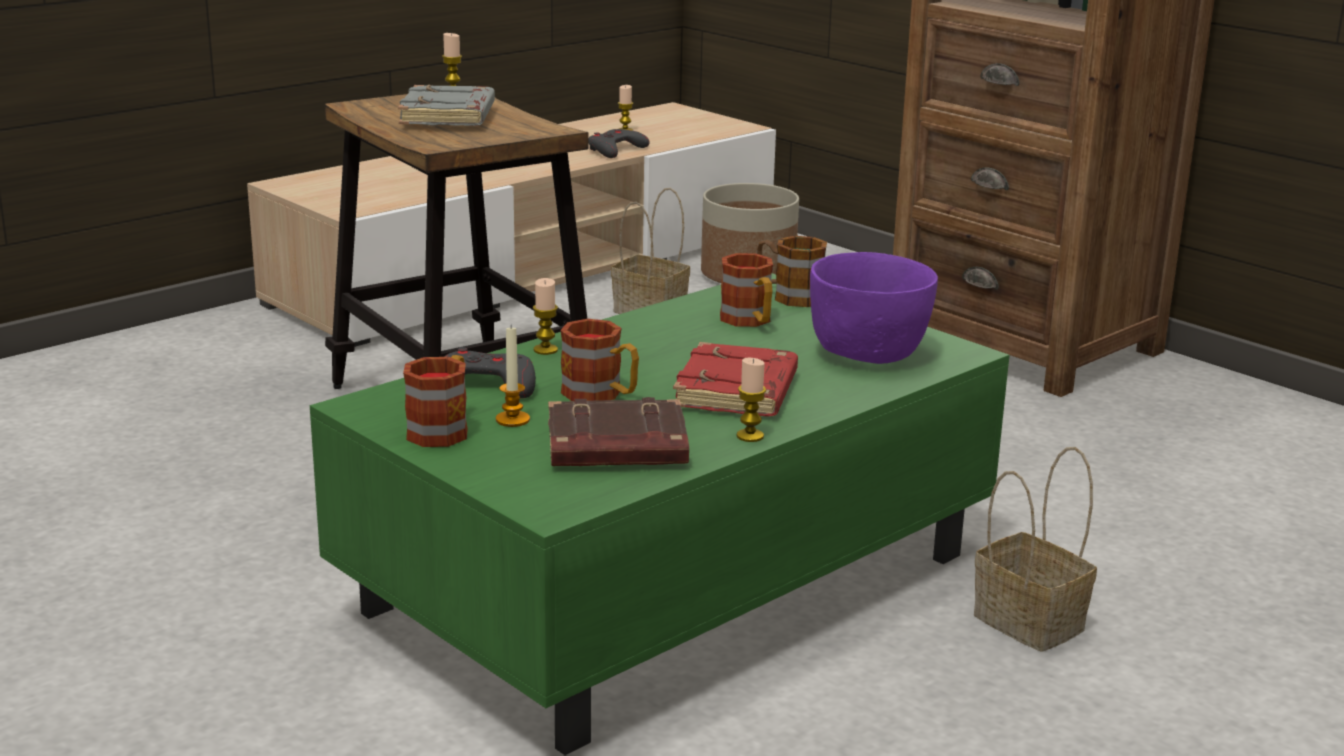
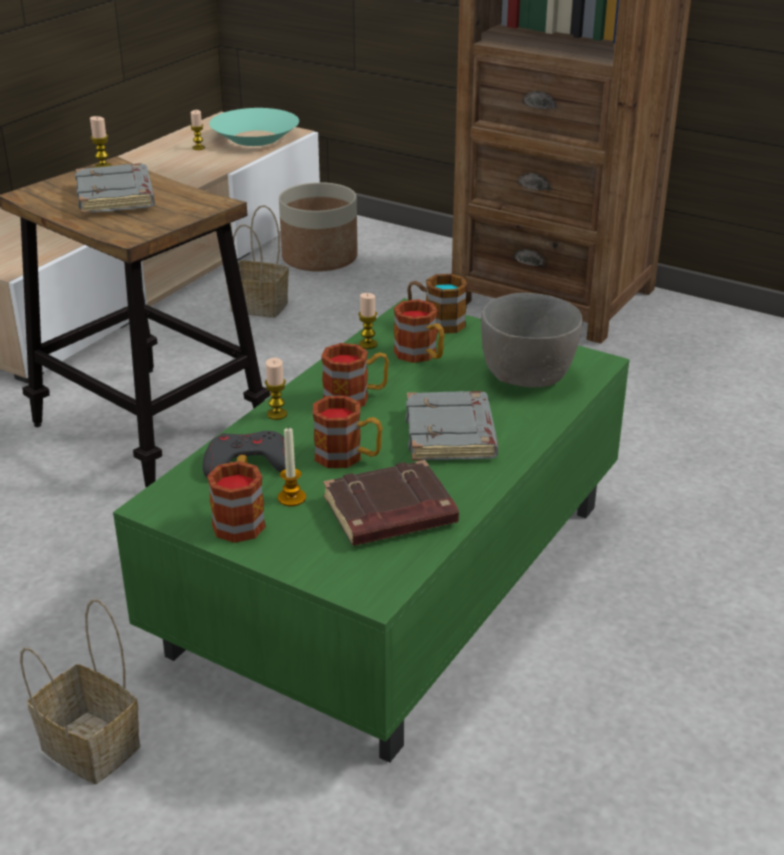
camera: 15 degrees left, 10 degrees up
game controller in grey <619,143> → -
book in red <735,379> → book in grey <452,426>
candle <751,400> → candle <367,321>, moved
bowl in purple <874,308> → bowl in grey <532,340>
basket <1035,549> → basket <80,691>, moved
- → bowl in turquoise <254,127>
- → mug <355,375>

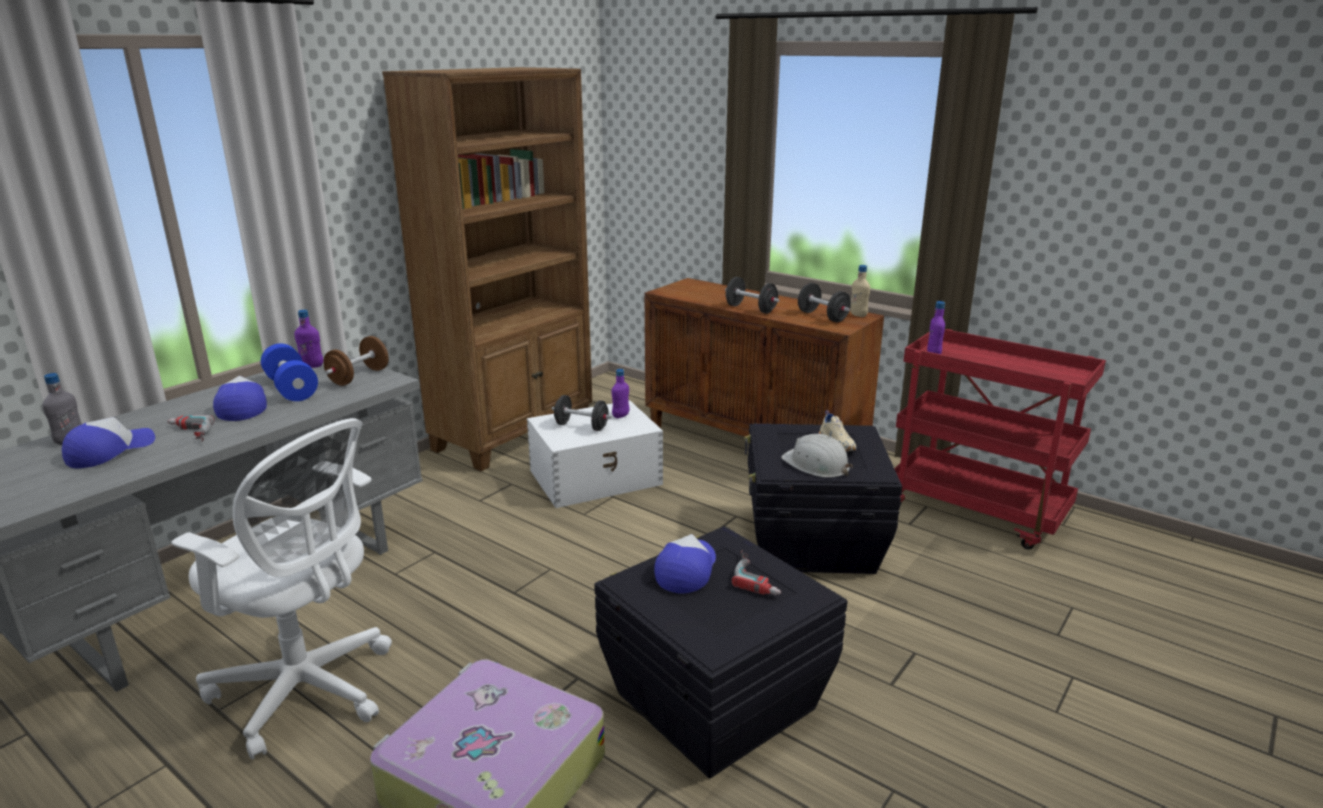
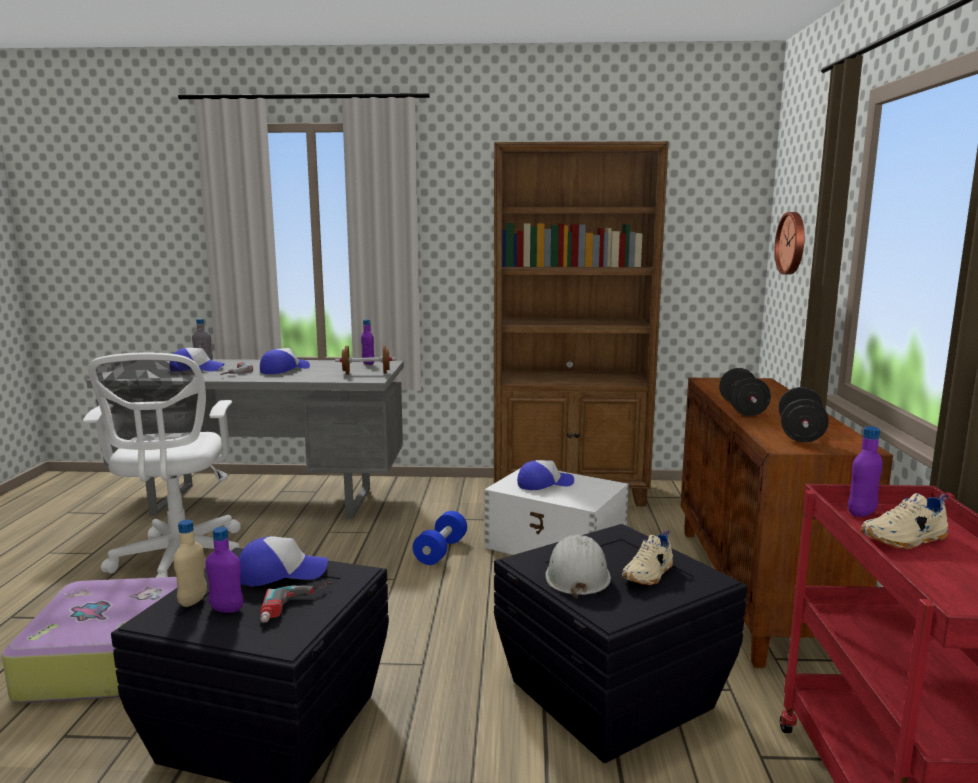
camera: 55 degrees right, 10 degrees down
dumbbell in blue <289,372> → dumbbell in blue <440,538>, moved
dumbbell in black <582,413> → cap <545,475>
bottle in purple <621,393> → bottle in purple <224,570>, moved
bottle in beige <860,291> → bottle in beige <190,563>, moved
- → wall clock <790,243>
- → shoe in beige <904,521>

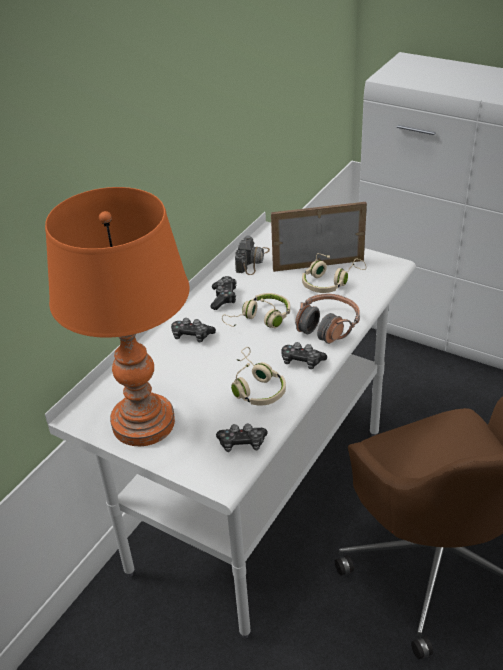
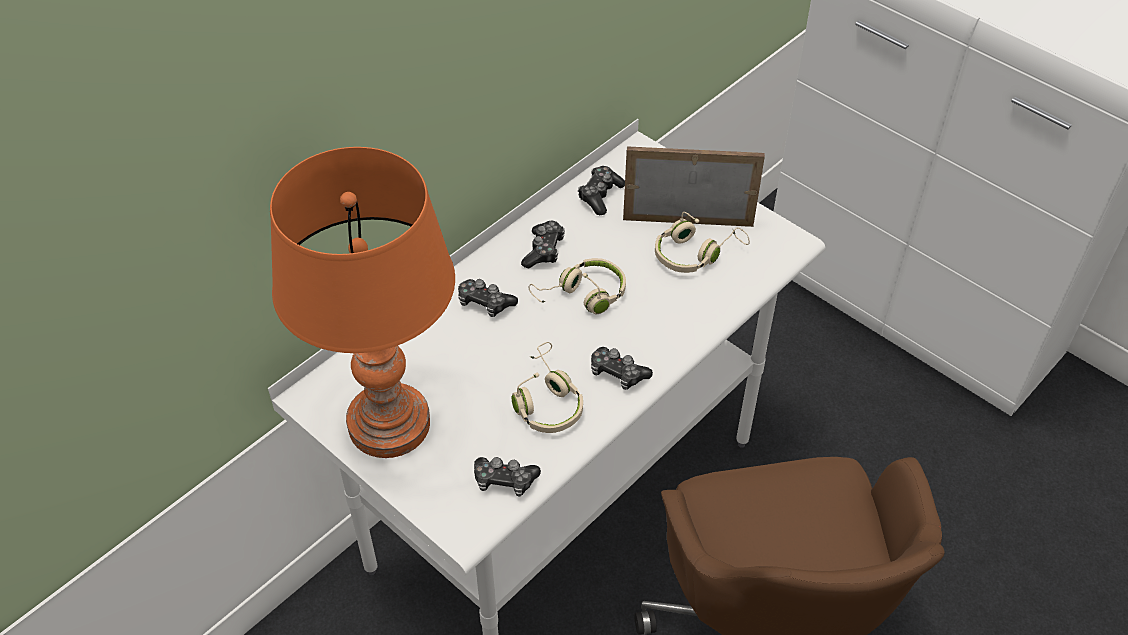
camera: 10 degrees right, 10 degrees up
photo camera <252,255> → game controller <601,190>
headphones <327,319> → -

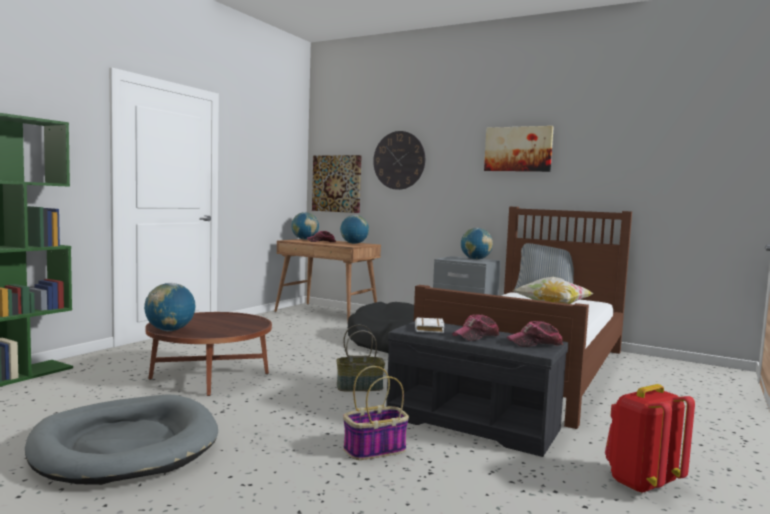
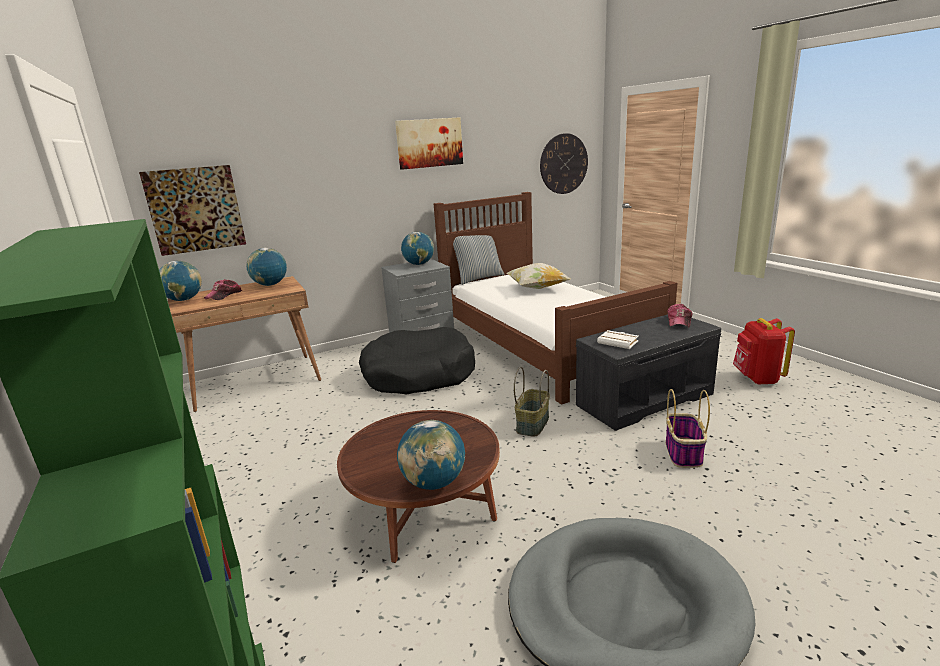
camera: 55 degrees left, 15 degrees up
wall clock <399,160> → wall clock <564,163>, moved
cap <475,327> → -

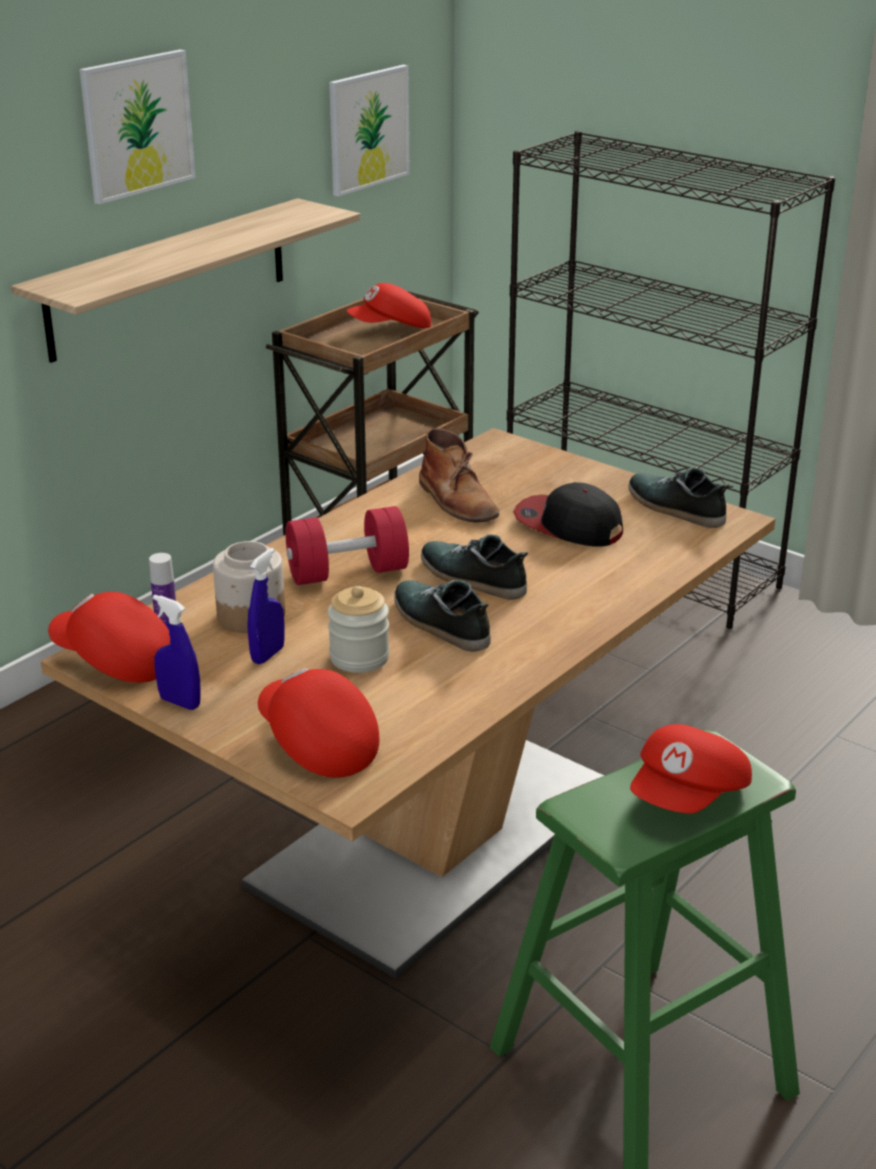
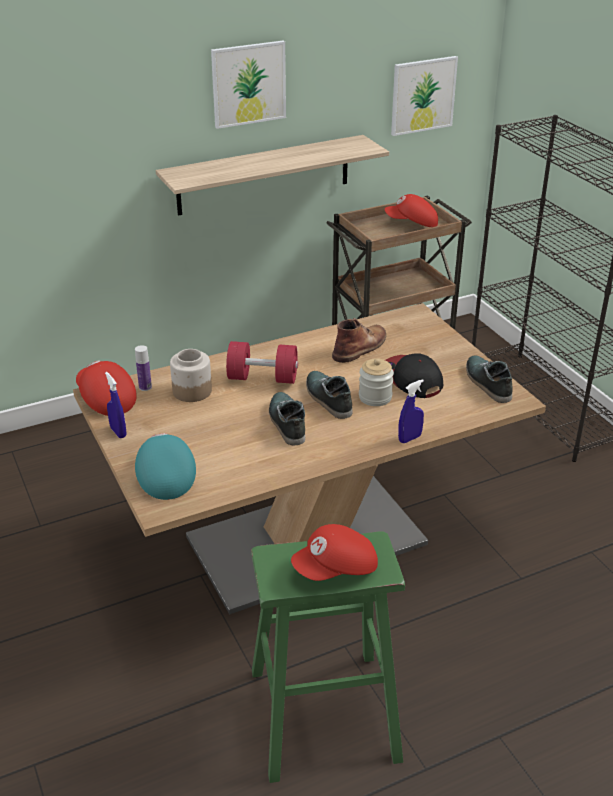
camera: 25 degrees right, 5 degrees up
spray bottle in blue <266,606> → spray bottle in blue <411,411>, moved
cap in red <318,723> → cap in turquoise <165,466>
jar <358,629> → jar <376,382>, moved
boot in brown <459,475> → boot in brown <359,340>, 135 degrees counterclockwise

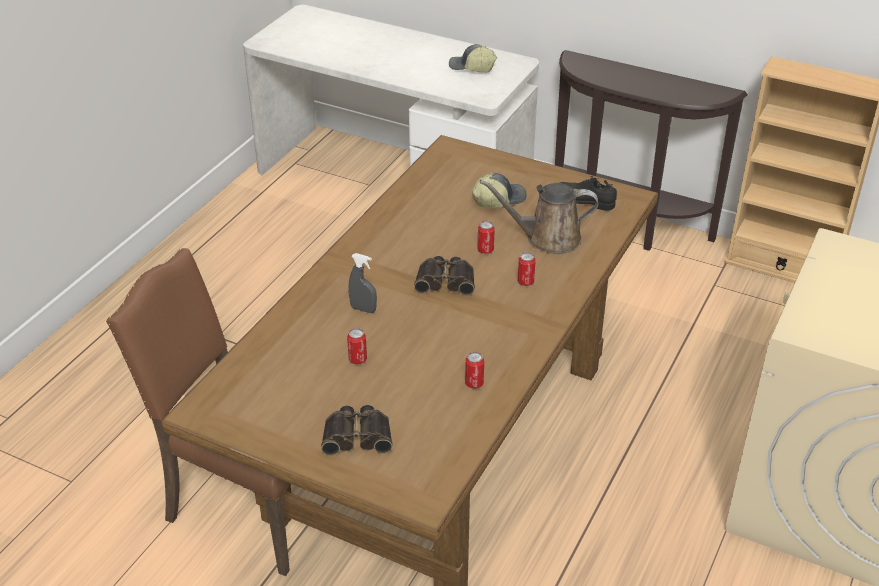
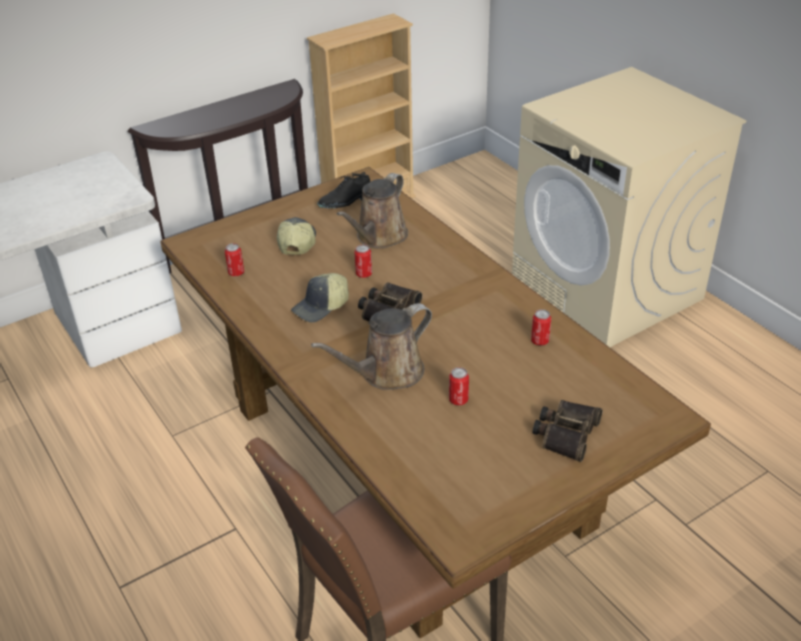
camera: 60 degrees left, 0 degrees up
spray bottle in grey <363,283> → watering can in brown <371,346>
cap <473,58> → cap <320,298>, moved
can <526,269> → can <234,259>, moved

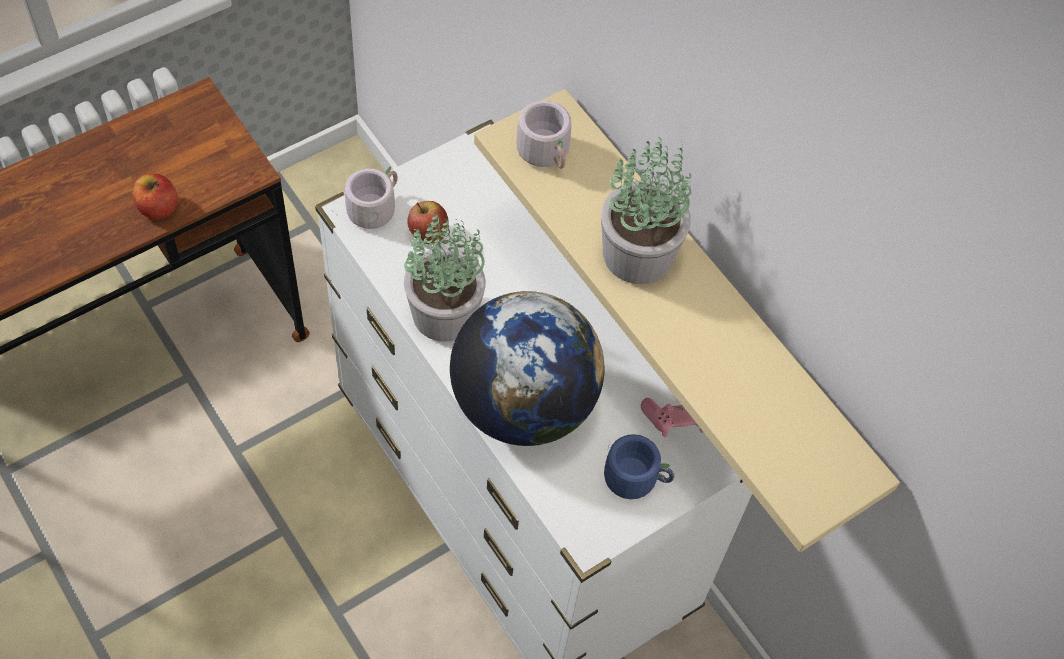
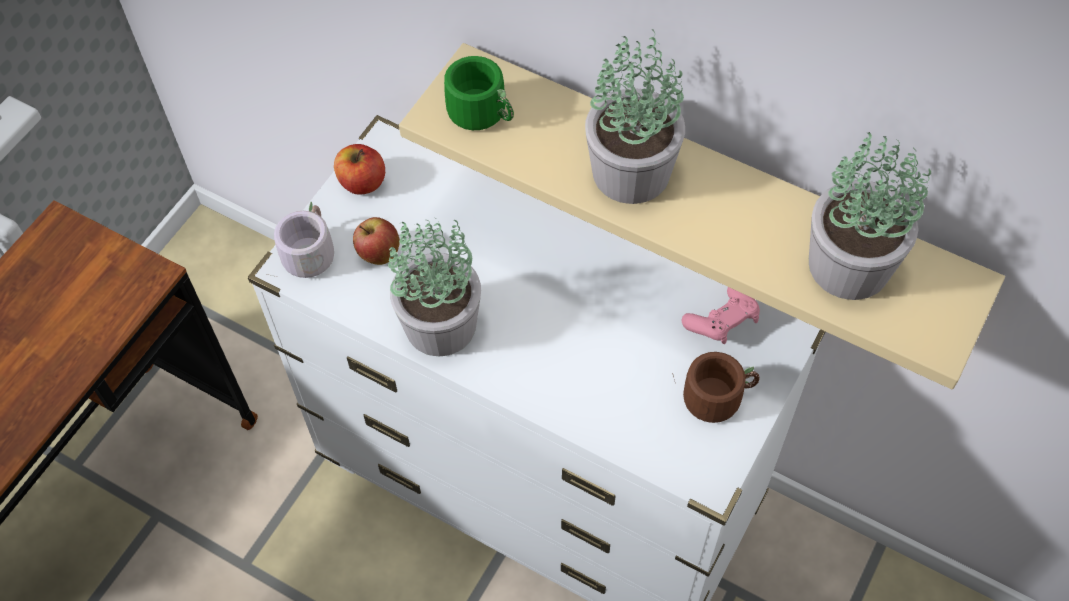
camera: 20 degrees left, 0 degrees up
apple <155,196> → apple <359,169>, moved
globe <527,368> → -
mug in grey <543,134> → mug in green <479,93>
mug in blue <639,466> → mug in brown <716,387>
- → potted plant <870,216>

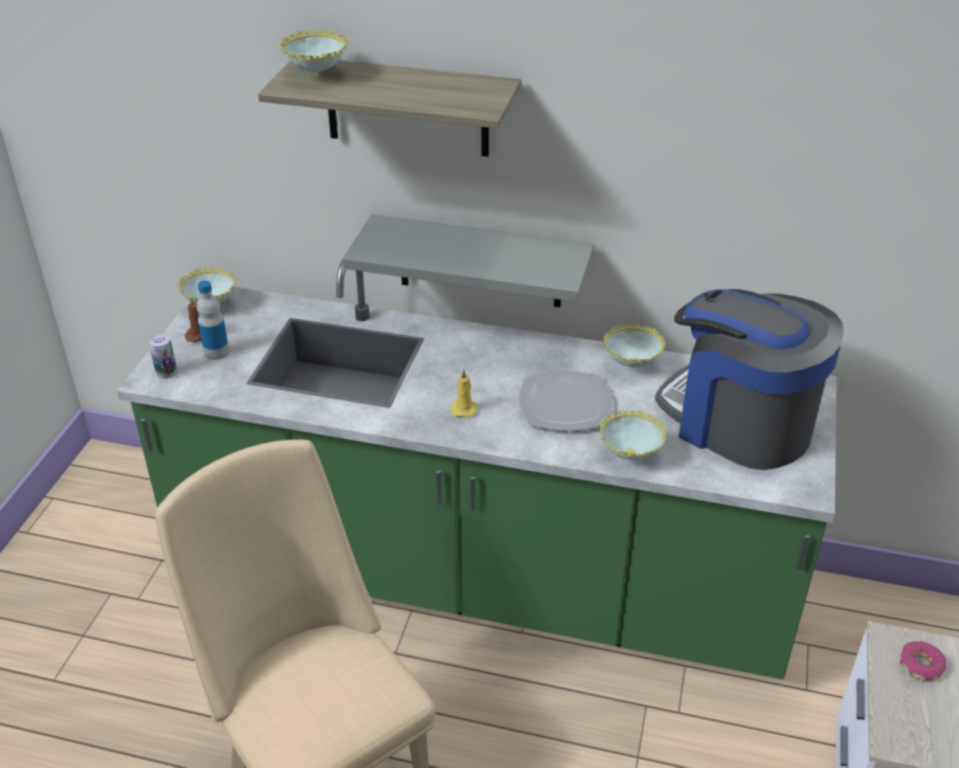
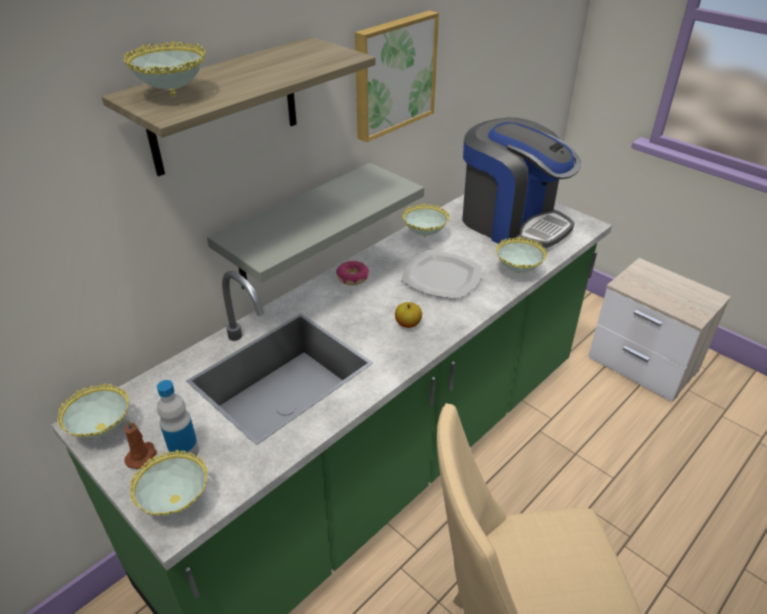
camera: 60 degrees left, 0 degrees up
can <163,356> → bowl <168,483>
candle in yellow <463,393> → apple <408,315>
coffee machine <749,379> → coffee machine <521,183>, 120 degrees counterclockwise
donut <923,661> → donut <352,273>, moved
- → picture <397,76>

